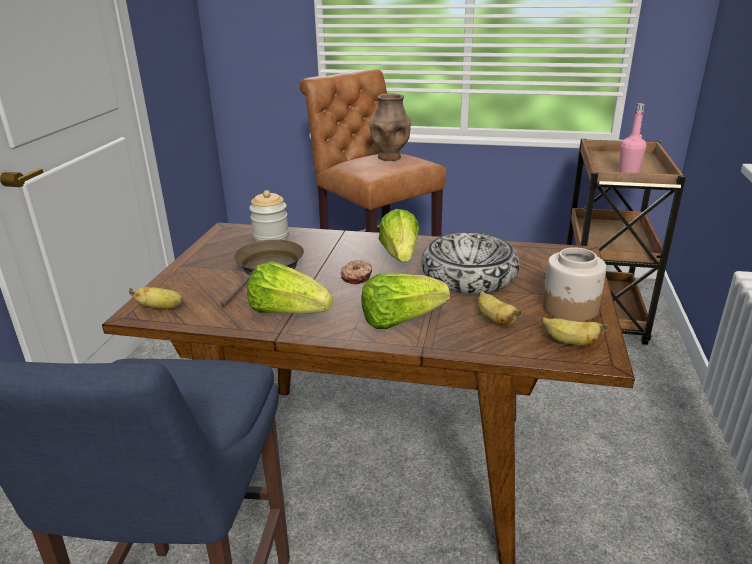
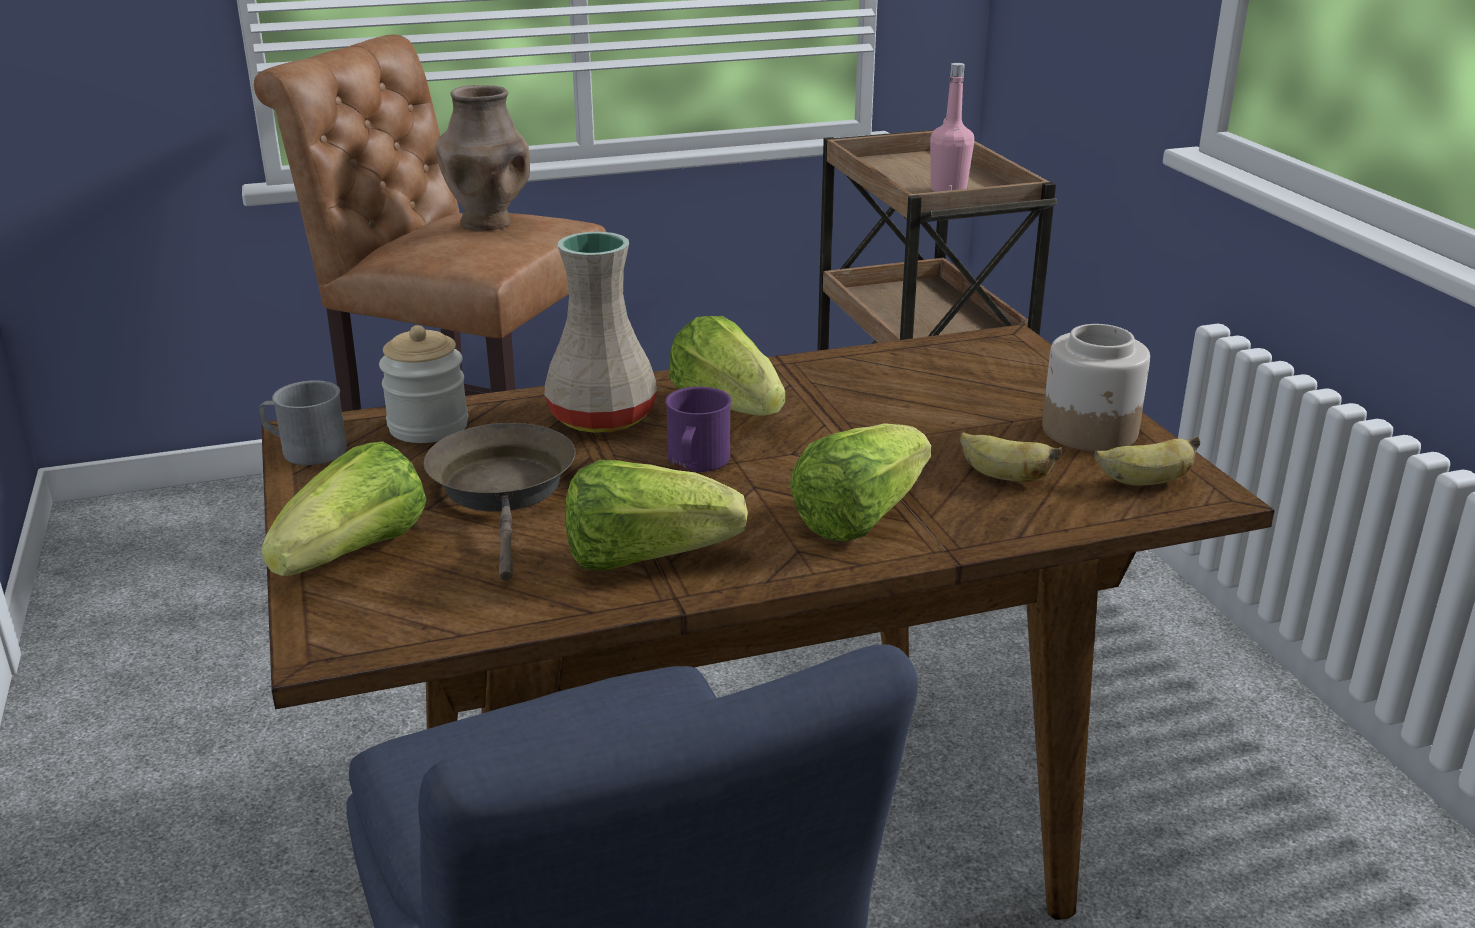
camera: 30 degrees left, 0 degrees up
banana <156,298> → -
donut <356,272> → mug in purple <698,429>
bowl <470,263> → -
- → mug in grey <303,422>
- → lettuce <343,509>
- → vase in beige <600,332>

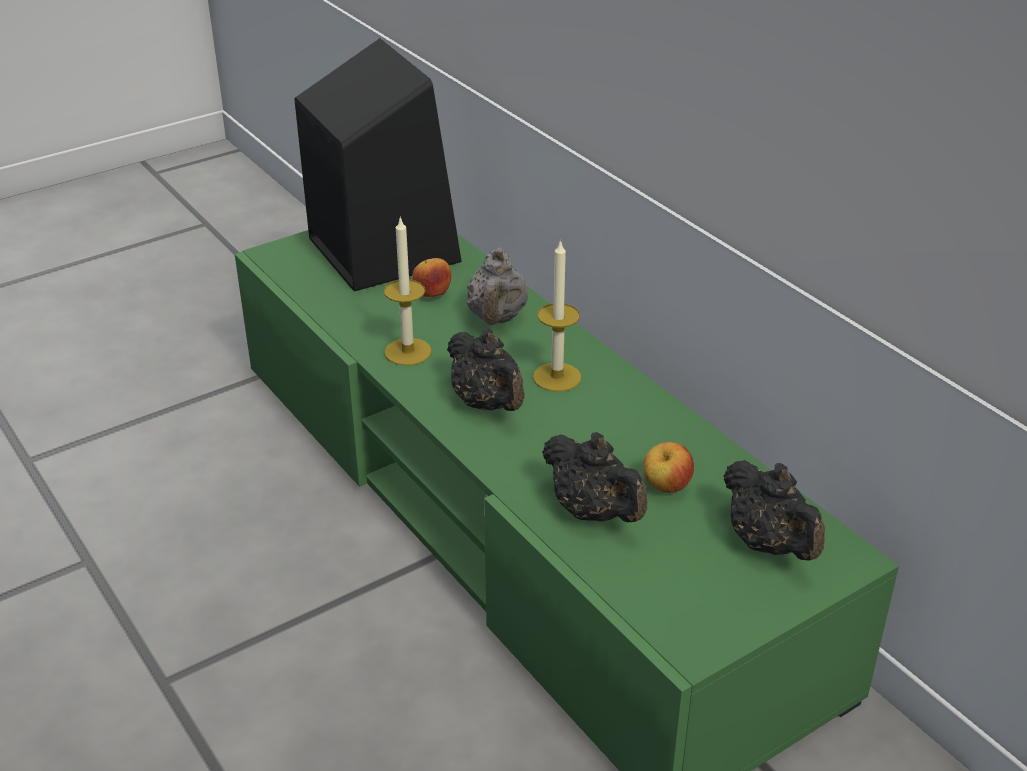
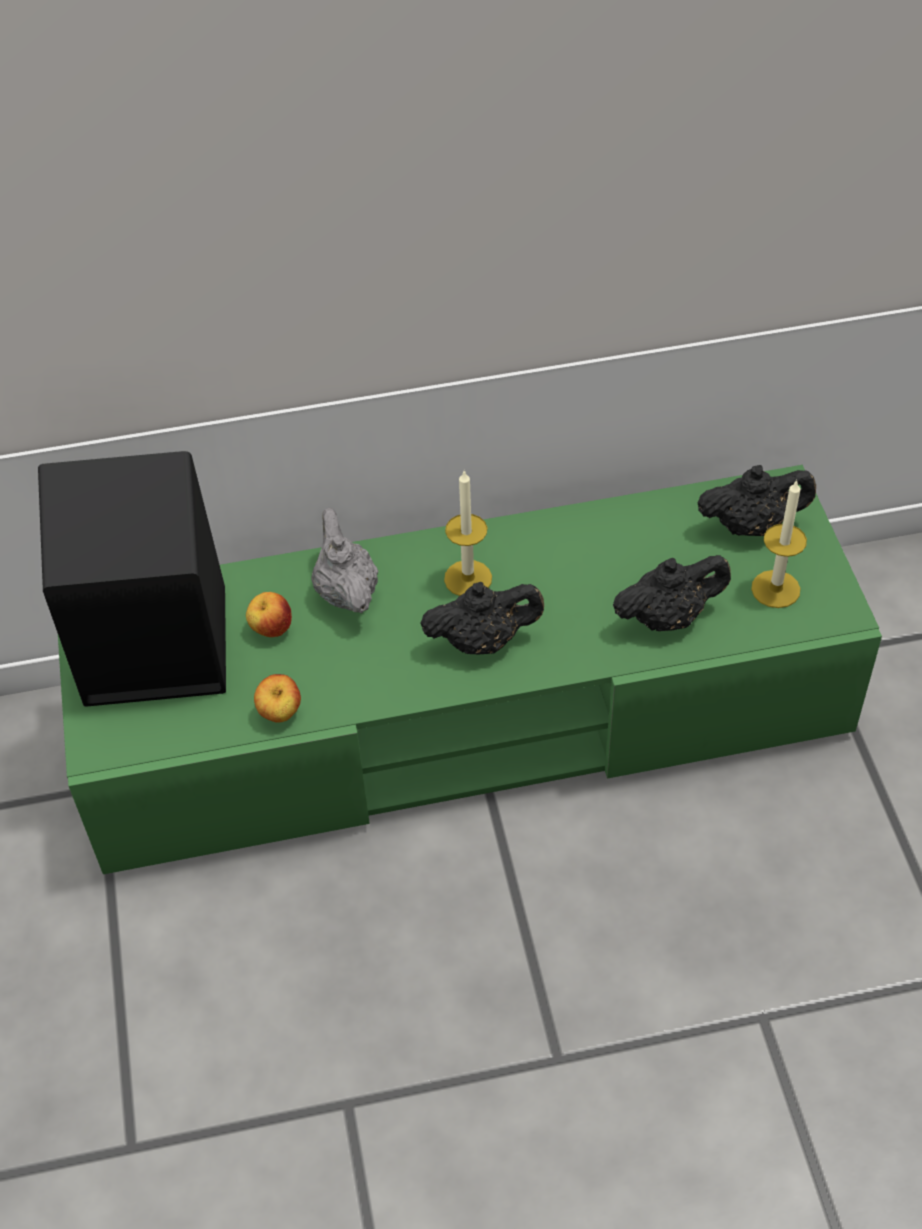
camera: 65 degrees left, 15 degrees up
candle <408,291> → candle <779,543>, moved
teapot in grey <497,286> → teapot in grey <344,560>, 135 degrees counterclockwise
apple <669,467> → apple <277,698>, moved

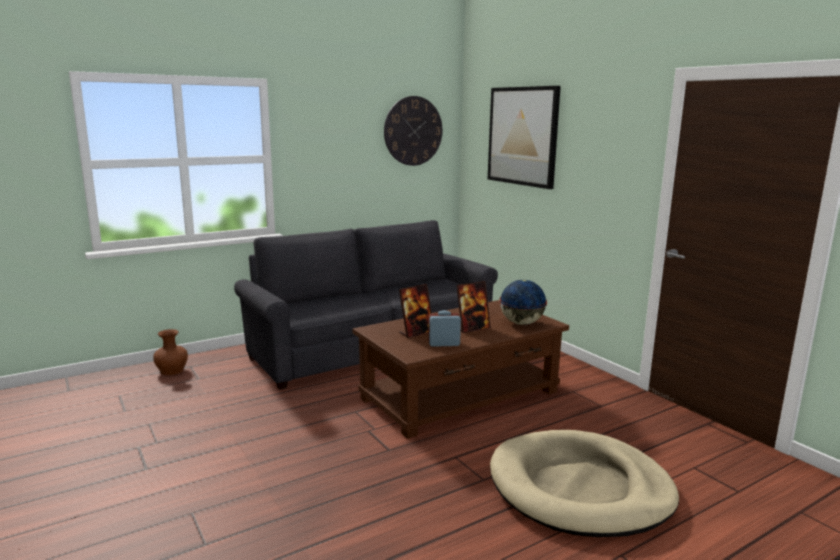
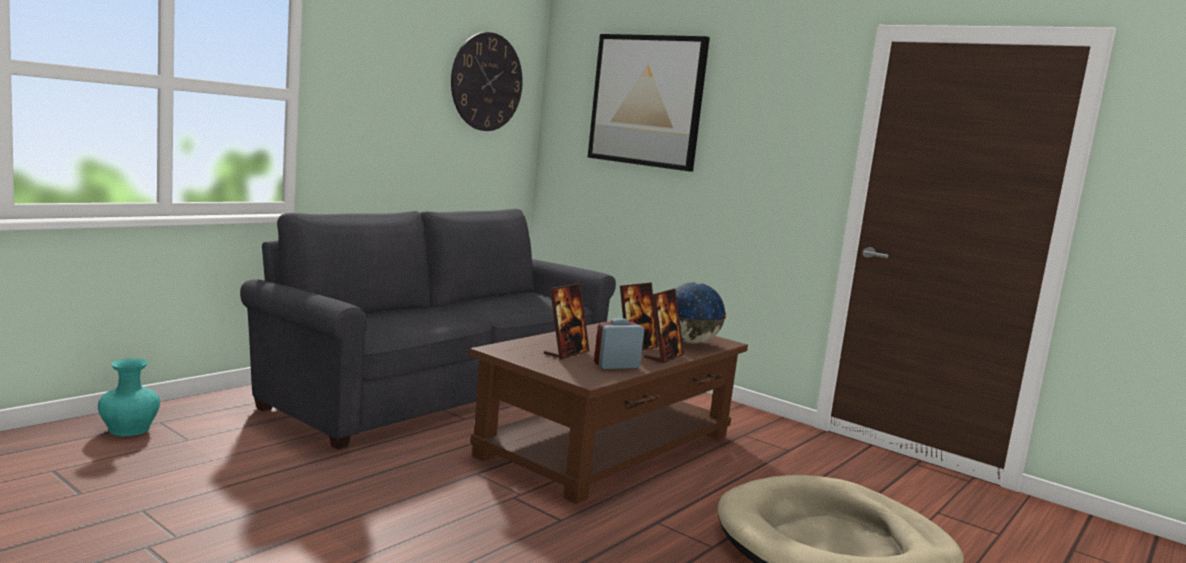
camera: 20 degrees left, 5 degrees down
vase in brown <170,352> → vase in turquoise <129,397>
- → picture frame <664,326>

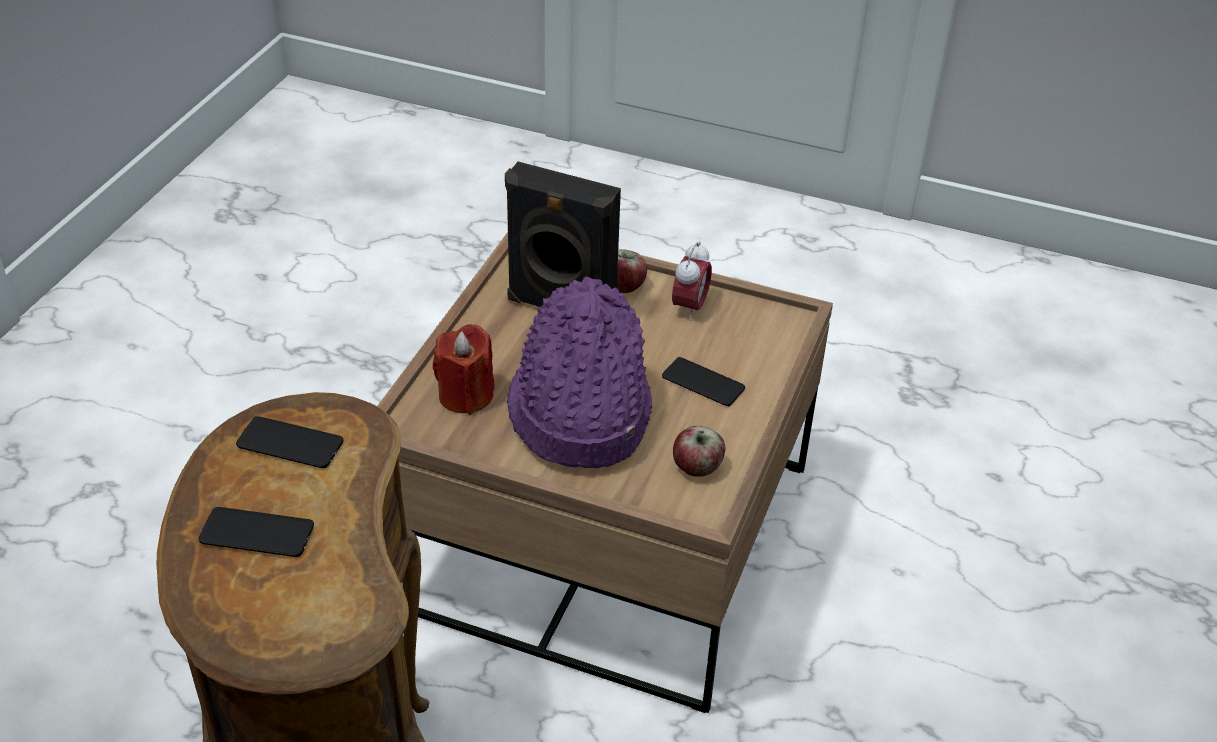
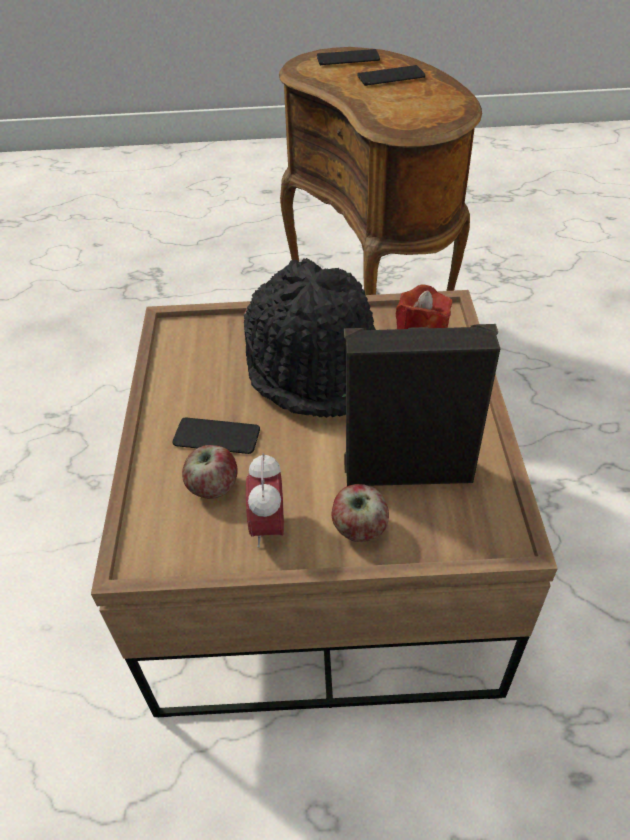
camera: 160 degrees right, 5 degrees up
phone <289,442> → phone <348,57>, moved
hat in purple <579,372> → hat in black <310,338>
apple <699,451> → apple <210,472>, moved

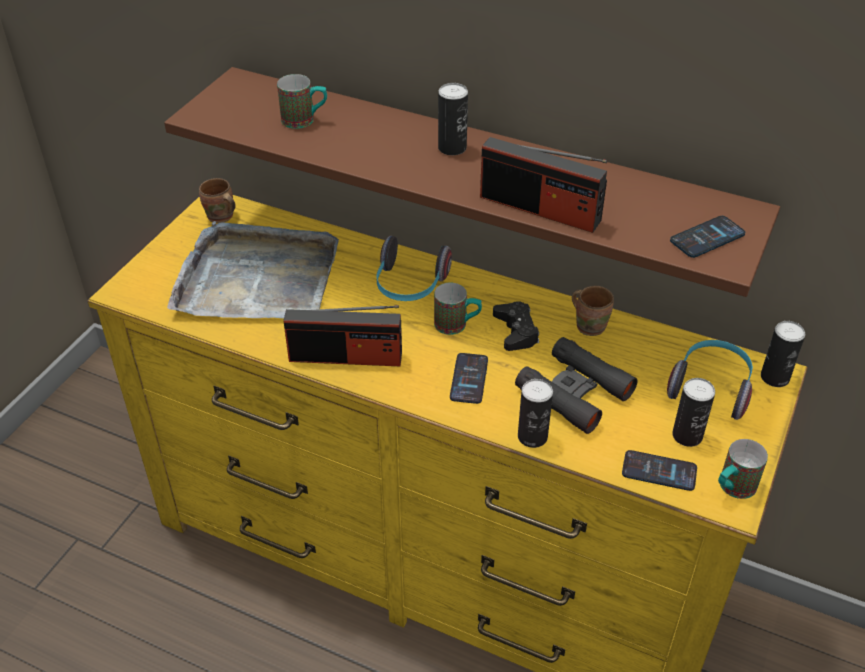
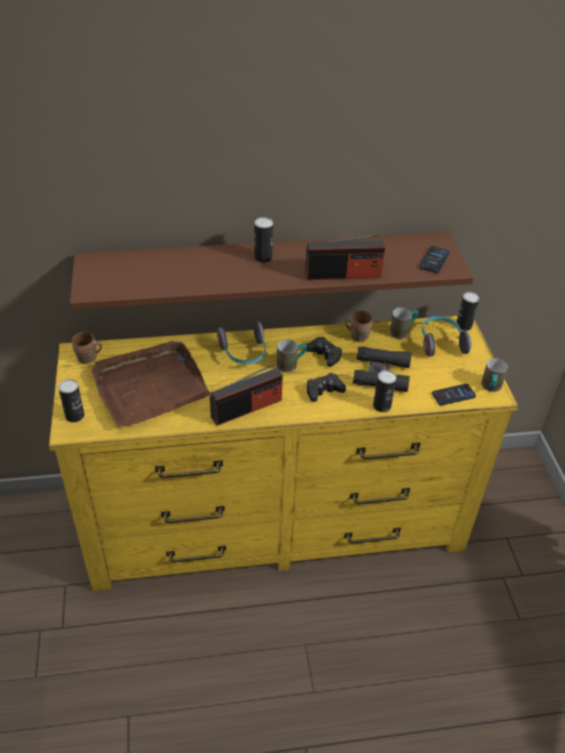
camera: 35 degrees left, 0 degrees up
tray in grey <253,270> → tray in brown <151,384>
mug <302,101> → mug <404,323>, moved
phone <469,378> → game controller in black <326,387>
can <693,412> → can <71,400>, moved

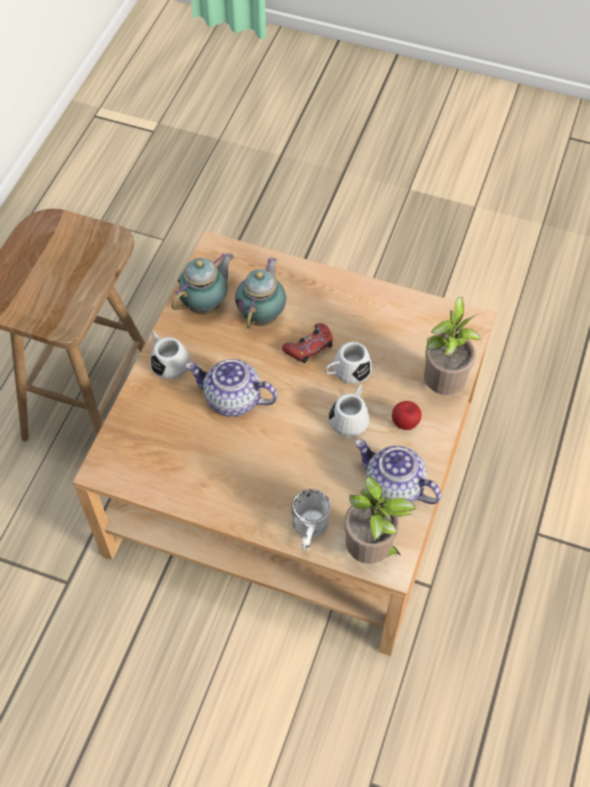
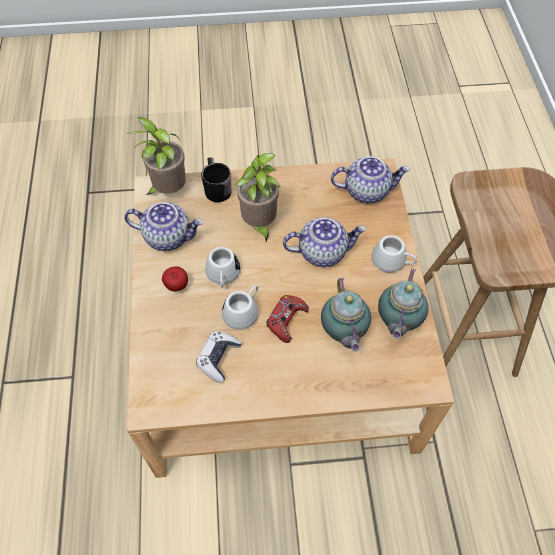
camera: 155 degrees right, 0 degrees up
mug in white <311,519> → mug in black <216,180>
potted plant <452,346> → potted plant <258,197>, moved
- → game controller <219,357>
- → teapot <370,180>

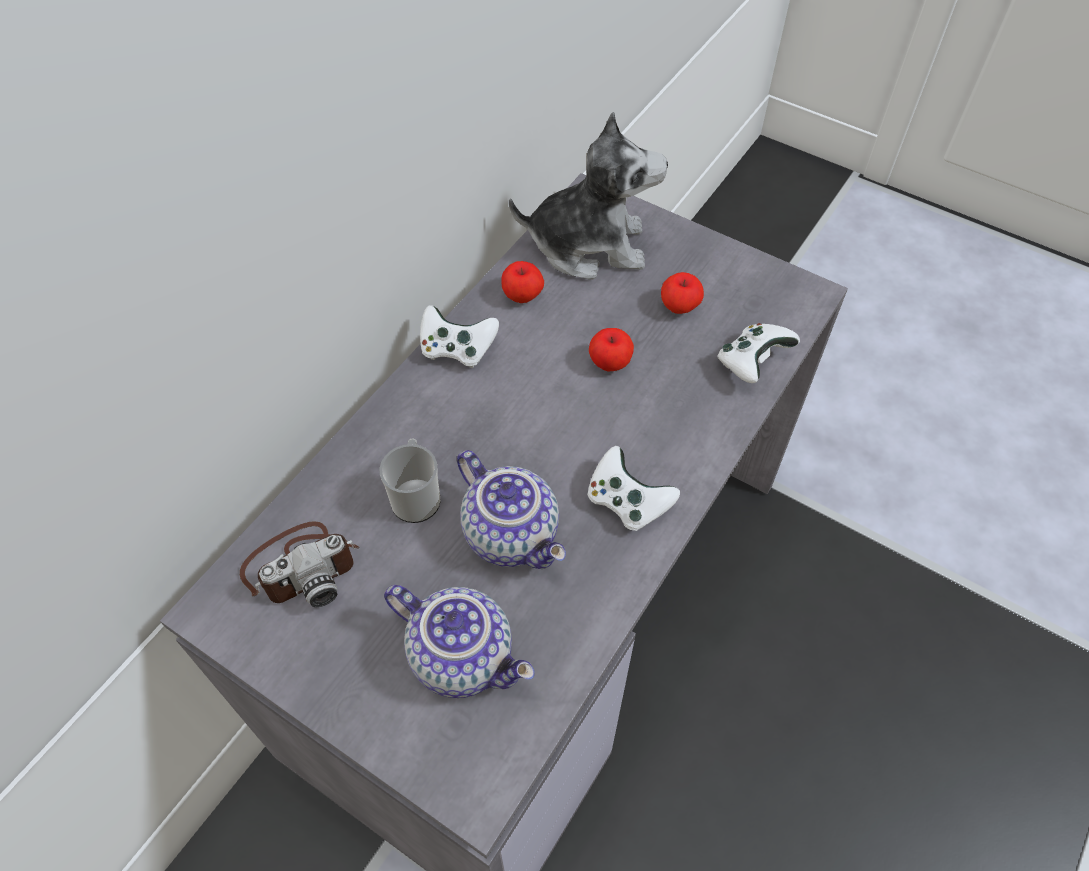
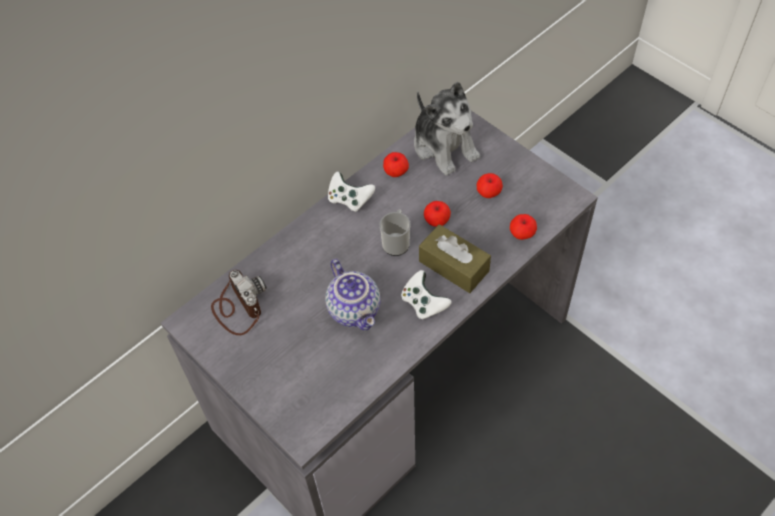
camera: 15 degrees right, 0 degrees up
photo camera <300,564> → photo camera <239,302>, 105 degrees counterclockwise
mug <410,480> → mug <395,232>, moved
teapot <459,641> → -
plush toy <588,196> → plush toy <447,129>, 45 degrees clockwise
game controller in white <758,353> → apple <523,227>
- → tissue box in brown <455,258>

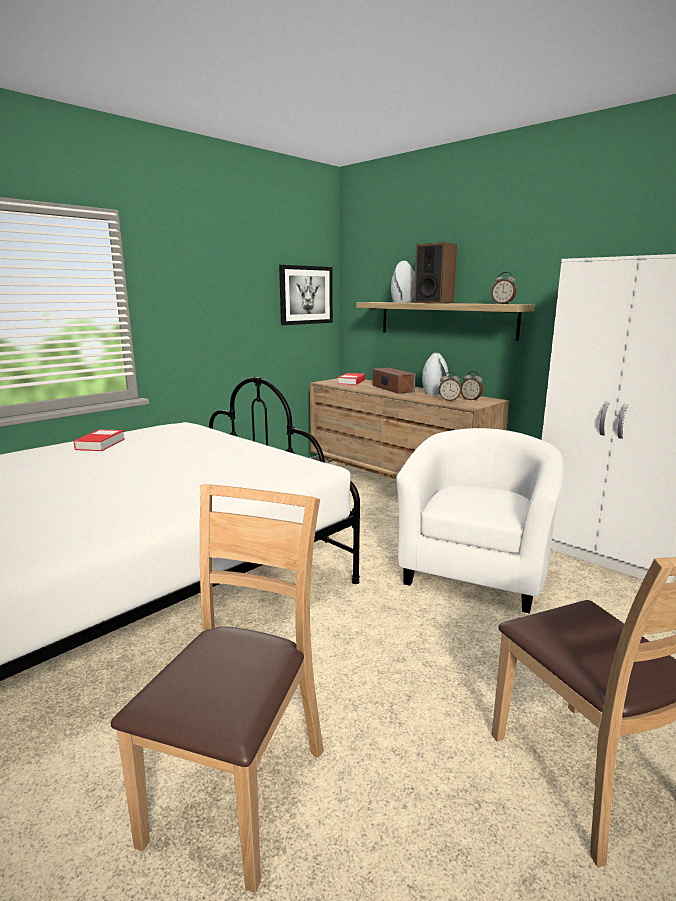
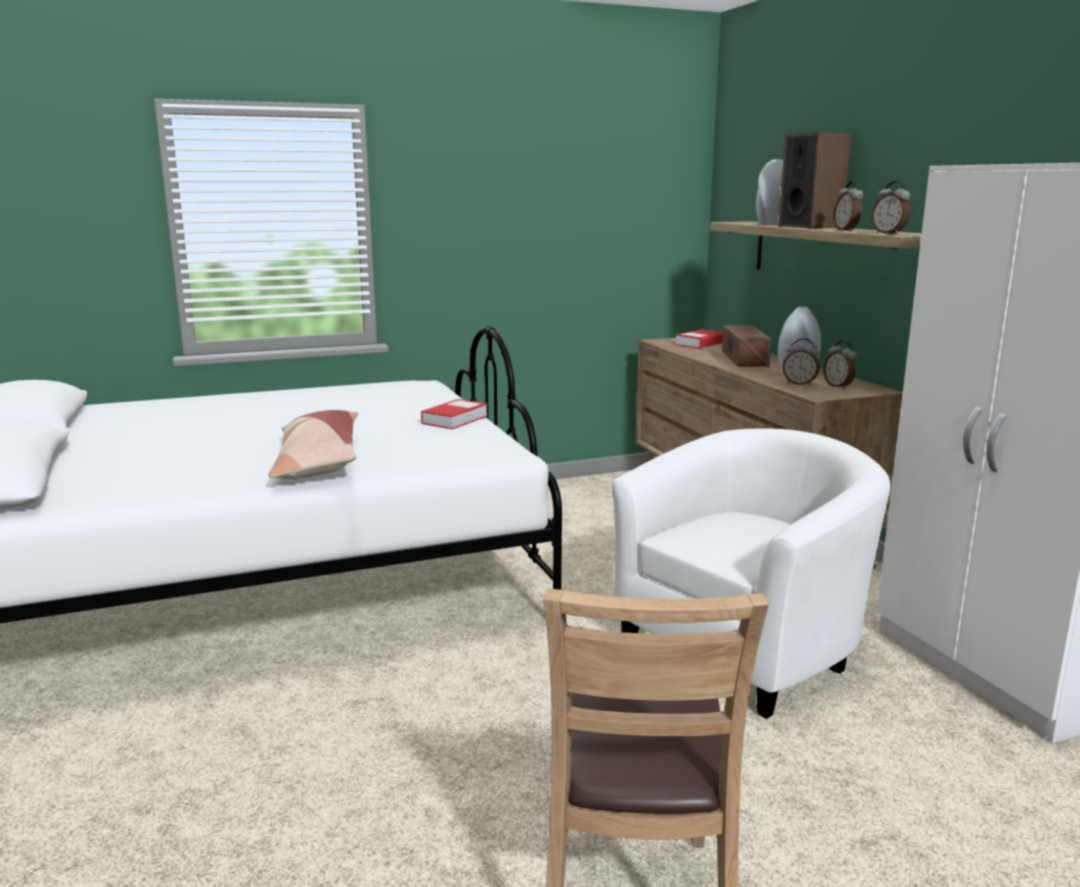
camera: 25 degrees right, 0 degrees up
book <99,440> → book <454,414>, moved
chair in brown <217,688> → -
picture <306,295> → -
- → pillow <313,445>
- → alarm clock <848,206>

